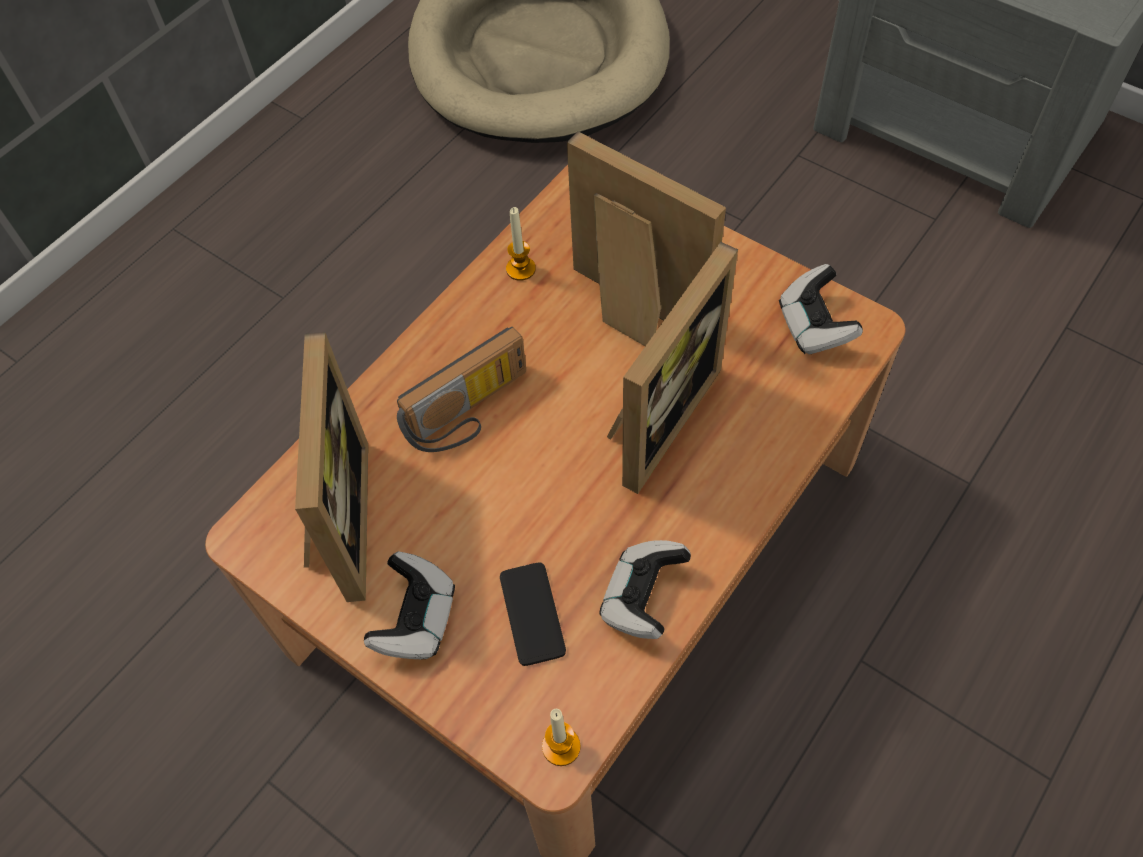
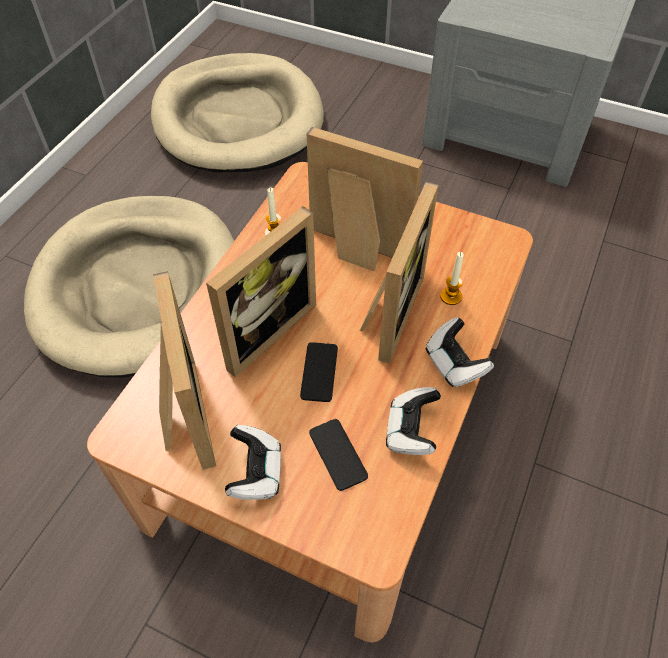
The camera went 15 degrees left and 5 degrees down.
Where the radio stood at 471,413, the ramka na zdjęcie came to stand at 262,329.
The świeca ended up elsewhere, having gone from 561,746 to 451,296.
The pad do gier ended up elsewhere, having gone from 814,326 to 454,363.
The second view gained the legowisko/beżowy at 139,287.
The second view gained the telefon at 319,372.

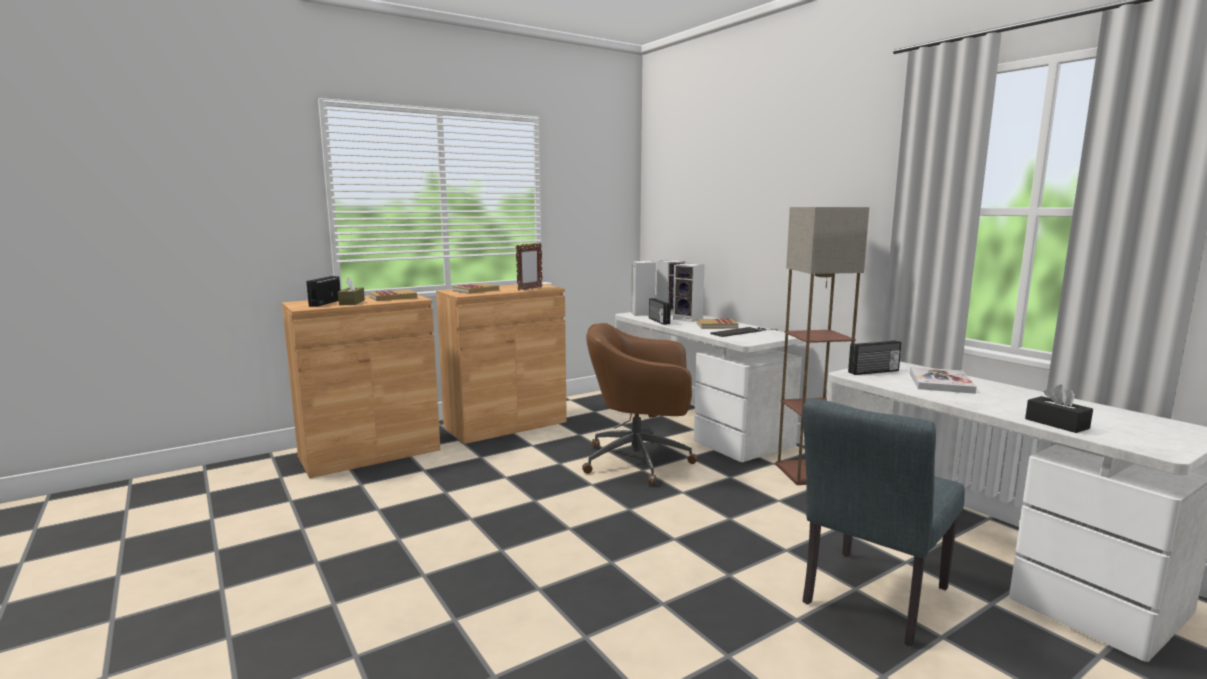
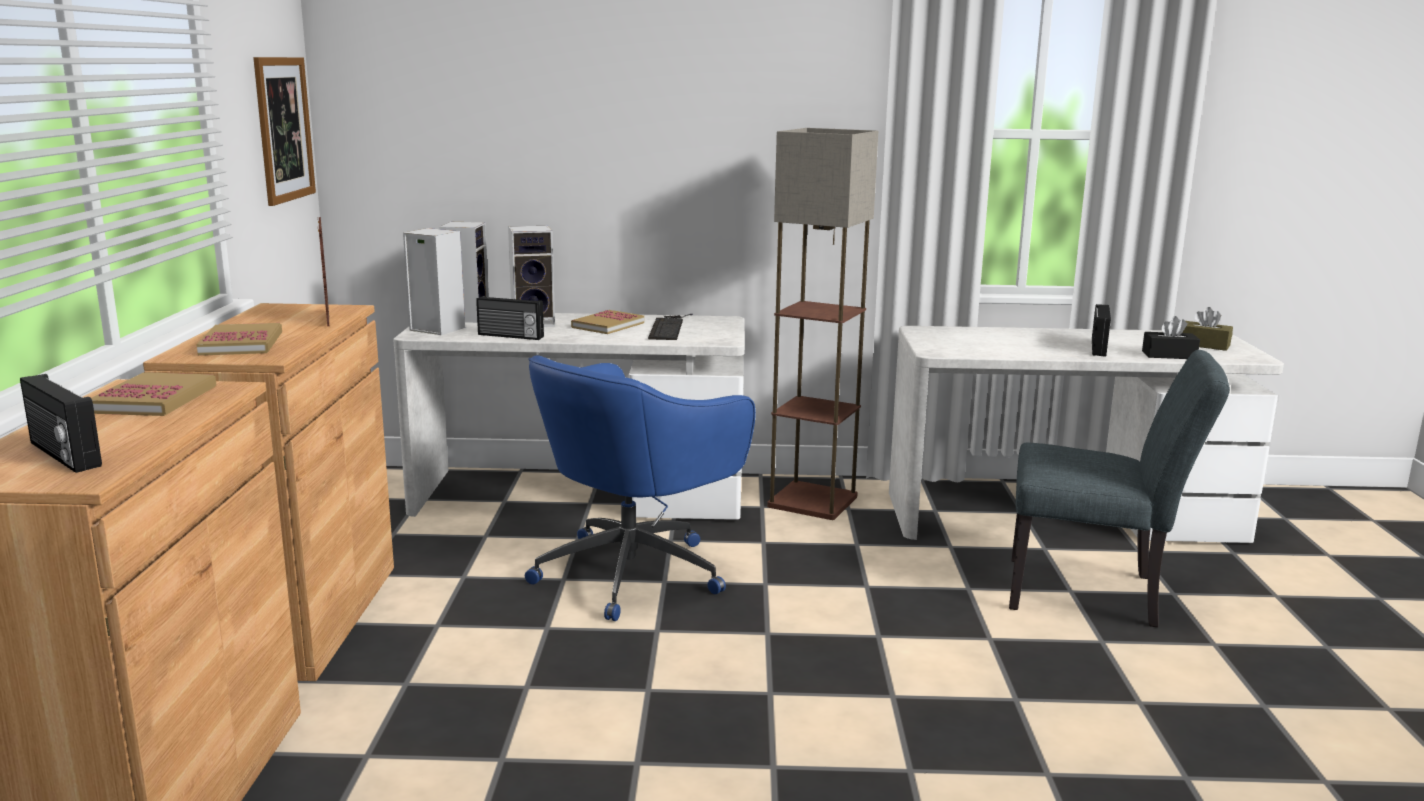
The camera went 55 degrees left and 5 degrees up.
The pudełko chusteczek/brązowy ended up elsewhere, having gone from 352,302 to 1203,345.
What was the krzesło biurowe/brązowy at 640,461 turned into the krzesło biurowe/niebieski at 634,572.
The krzesło/szary at 870,600 ended up facing another way, 60 degrees counterclockwise from before.
The radio ended up elsewhere, having gone from 874,372 to 1100,348.
The second view lost the książka at 940,382.
The second view gained the obraz at 284,129.

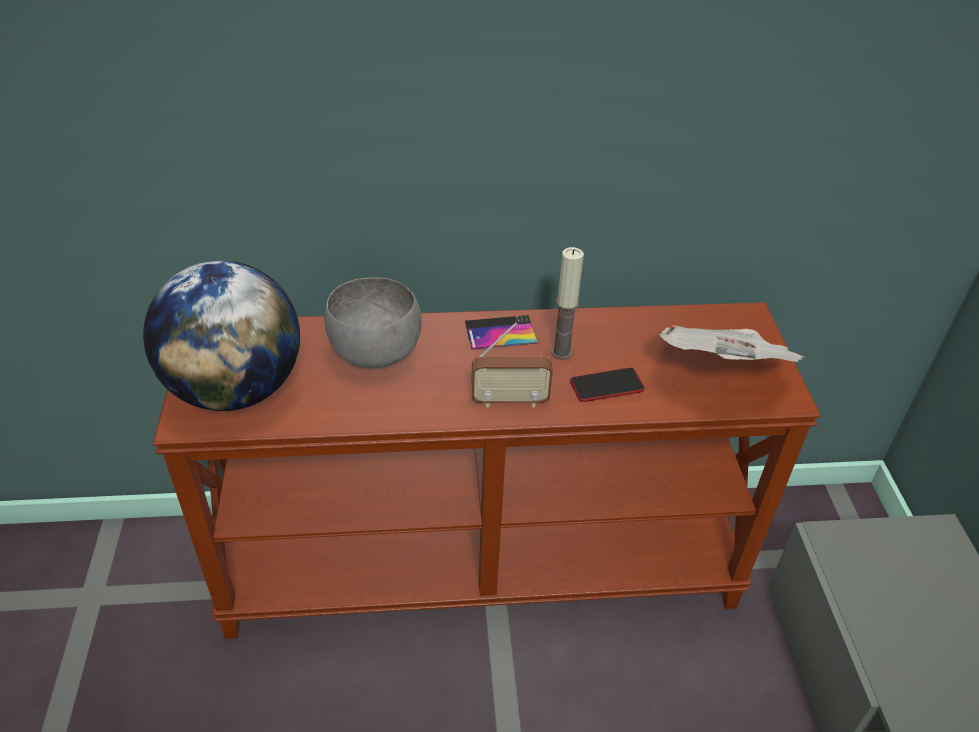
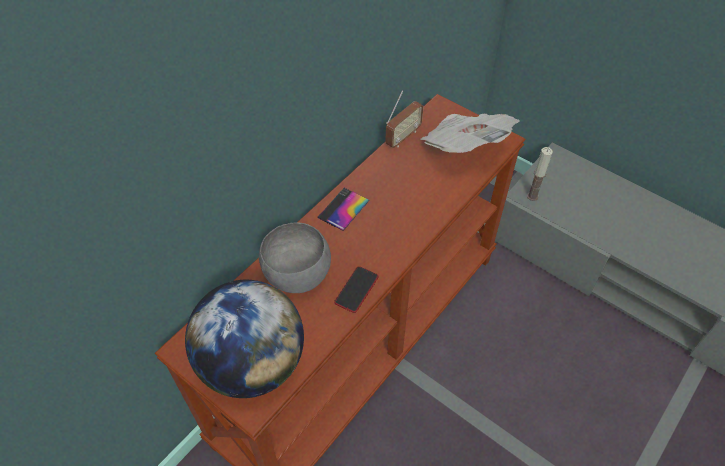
The camera went 45 degrees left and 10 degrees up.
The radio ended up elsewhere, having gone from 510,401 to 403,137.
The świeca ended up elsewhere, having gone from 561,352 to 532,196.
The telefon ended up elsewhere, having gone from 606,386 to 356,290.

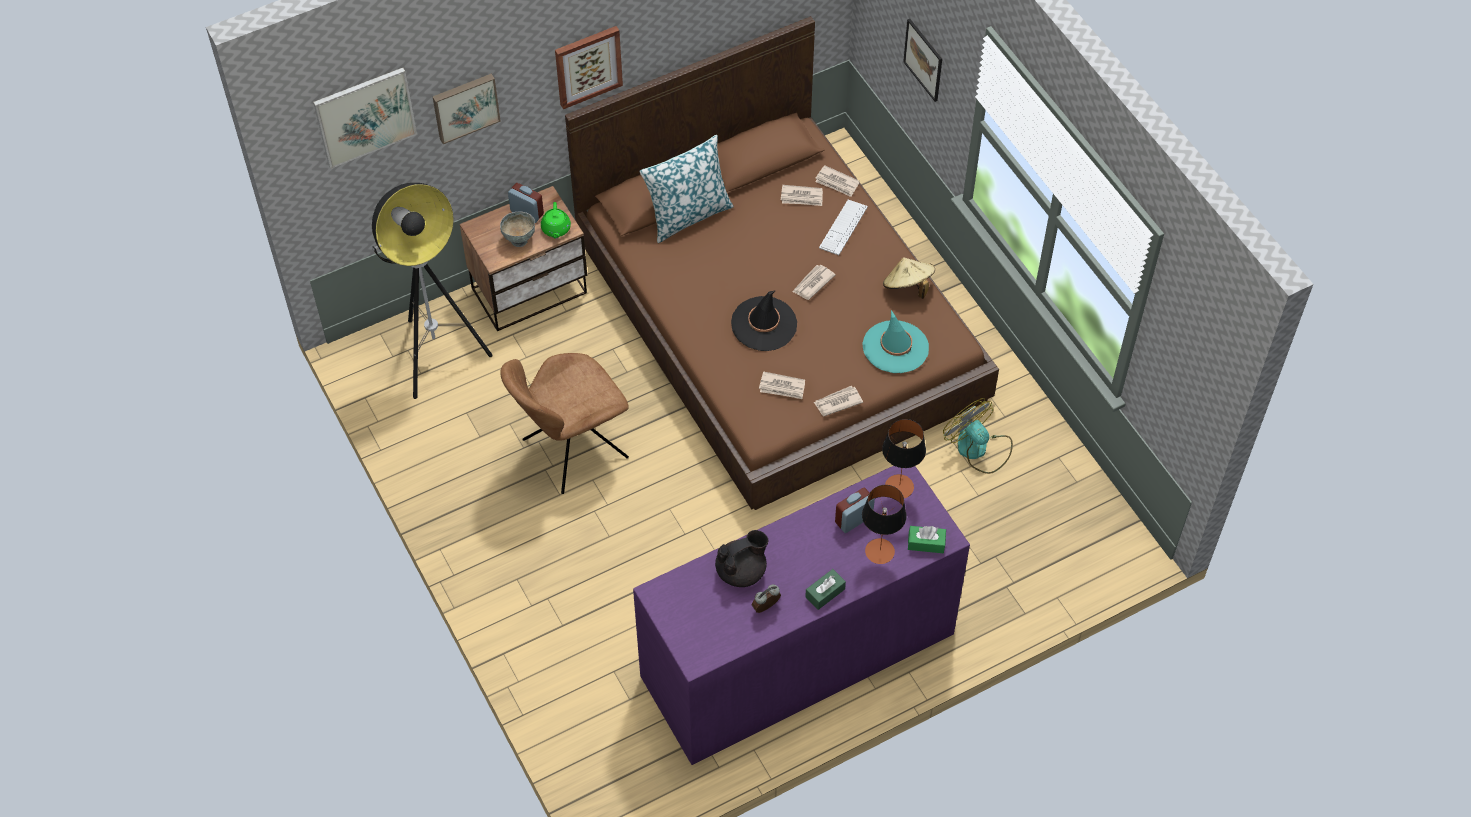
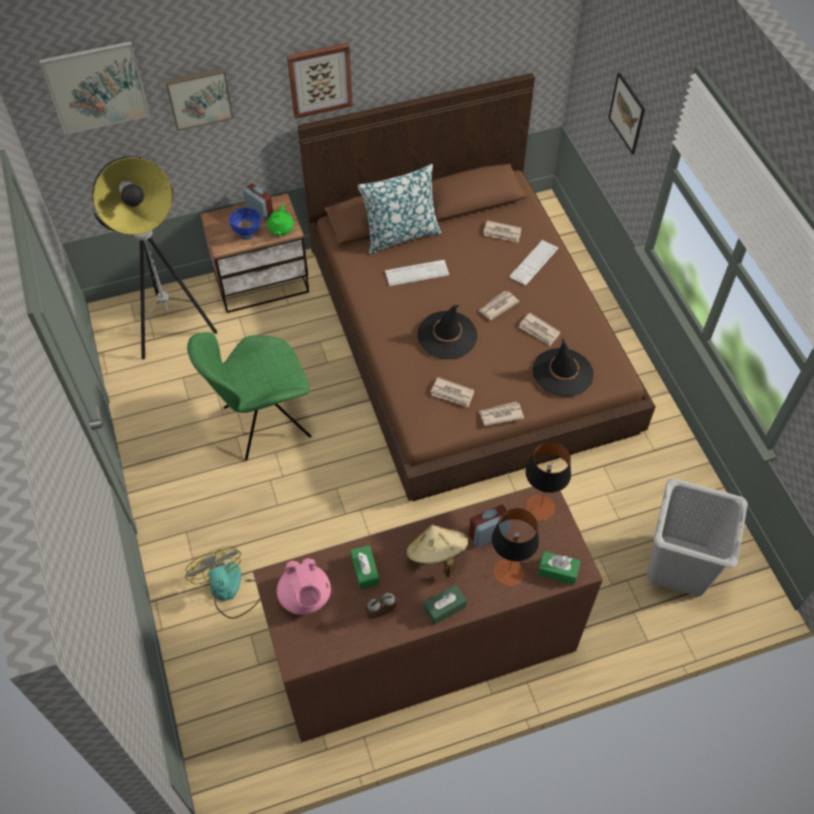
The camera went 10 degrees right and 0 degrees up.
What was the miska/szary at 519,239 turned into the miska/niebieski at 247,233.
What was the krzesło/brązowy at 571,450 turned into the krzesło/zielony at 263,423.
What was the komoda/fioletowy at 797,654 turned into the komoda/brązowy at 424,647.
Where the imbryk/czarny stood at 741,571, the pudełko chusteczek/zielony came to stand at 365,570.
The gazeta ended up elsewhere, having gone from 837,183 to 539,331.
What was the kapelusz/turkusowy at 895,347 turned into the kapelusz/czarny at 562,372.
The kapelusz/beżowy ended up elsewhere, having gone from 908,287 to 436,556.
The wentylator ended up elsewhere, having gone from 978,449 to 230,590.
The second view gained the imbryk/różowy at 305,597.
The second view gained the klawiatura at 417,273.
The second view gained the kosz na pranie/szary at 679,565.

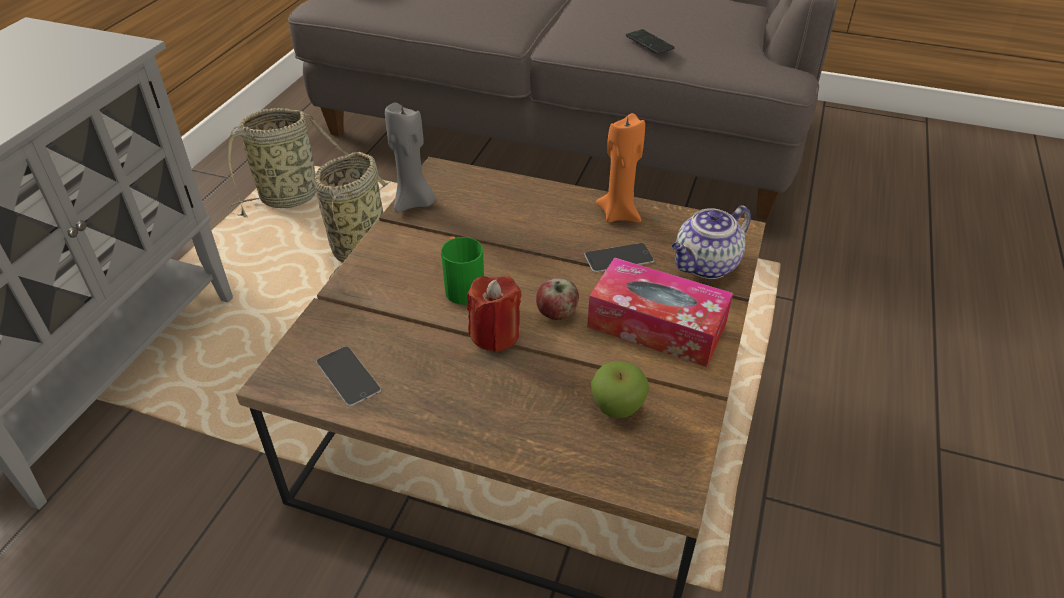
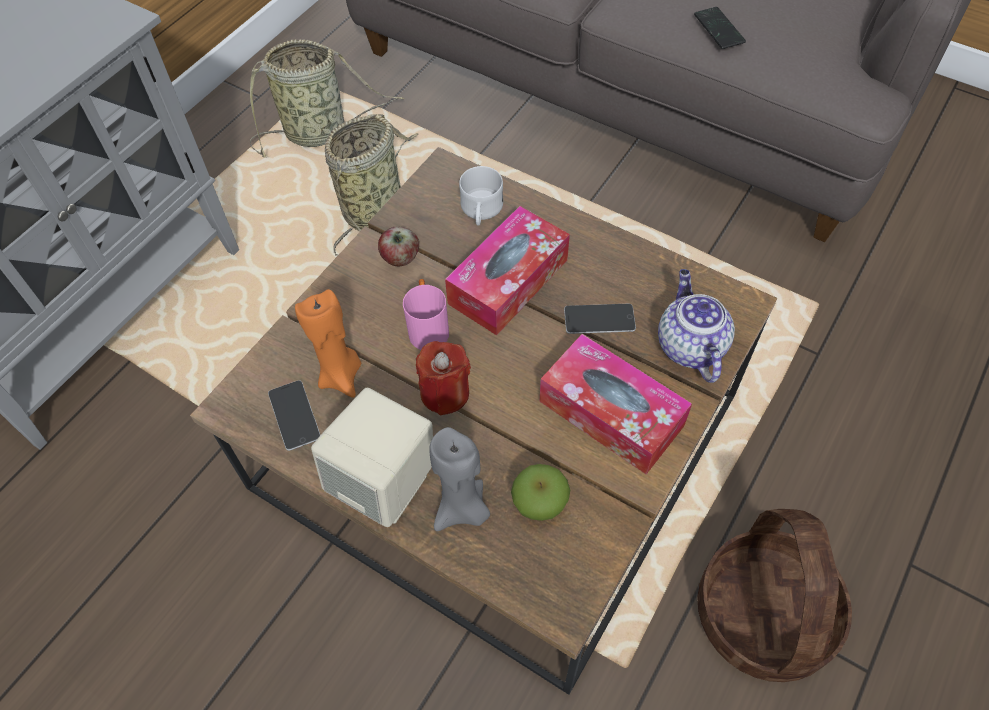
The camera went 15 degrees right and 15 degrees up.
The świeca/szary ended up elsewhere, having gone from 414,203 to 463,510.
What was the kubek/zielony at 462,287 turned into the kubek/różowy at 427,328.
The jabłko ended up elsewhere, having gone from 557,313 to 400,258.
The świeca/pomarańczowy ended up elsewhere, having gone from 619,214 to 341,376.
The imbryk at 705,266 ended up facing another way, 105 degrees clockwise from before.
The second view gained the głośnik/beżowy at 385,482.
The second view gained the pudełko chusteczek at 508,281.
The second view gained the kubek/biały at 481,212.
The second view gained the koszyk at 764,616.

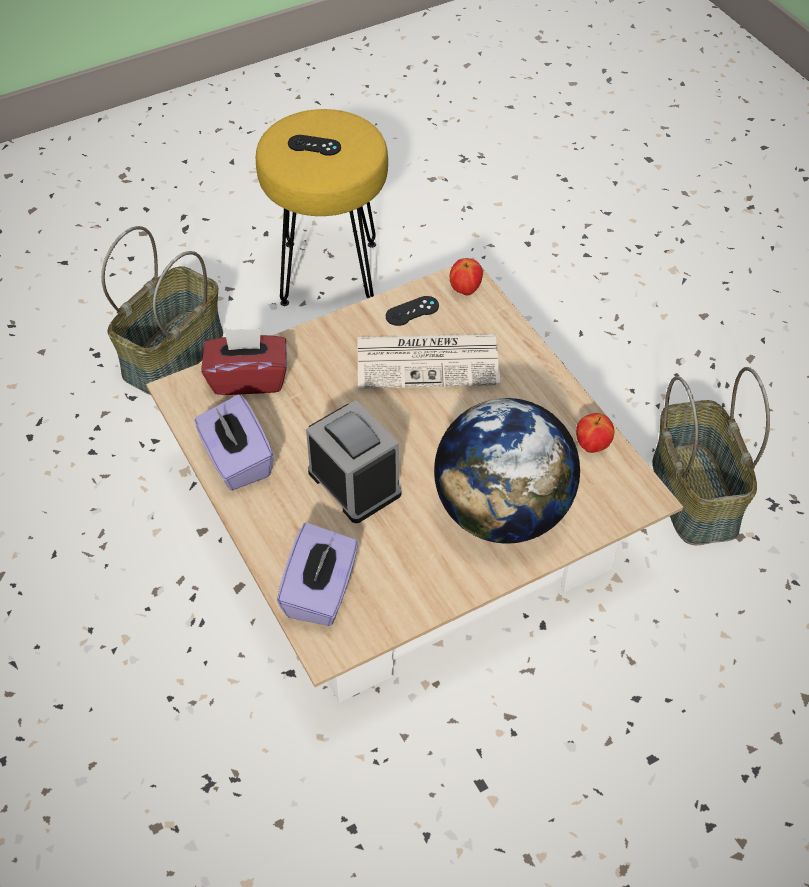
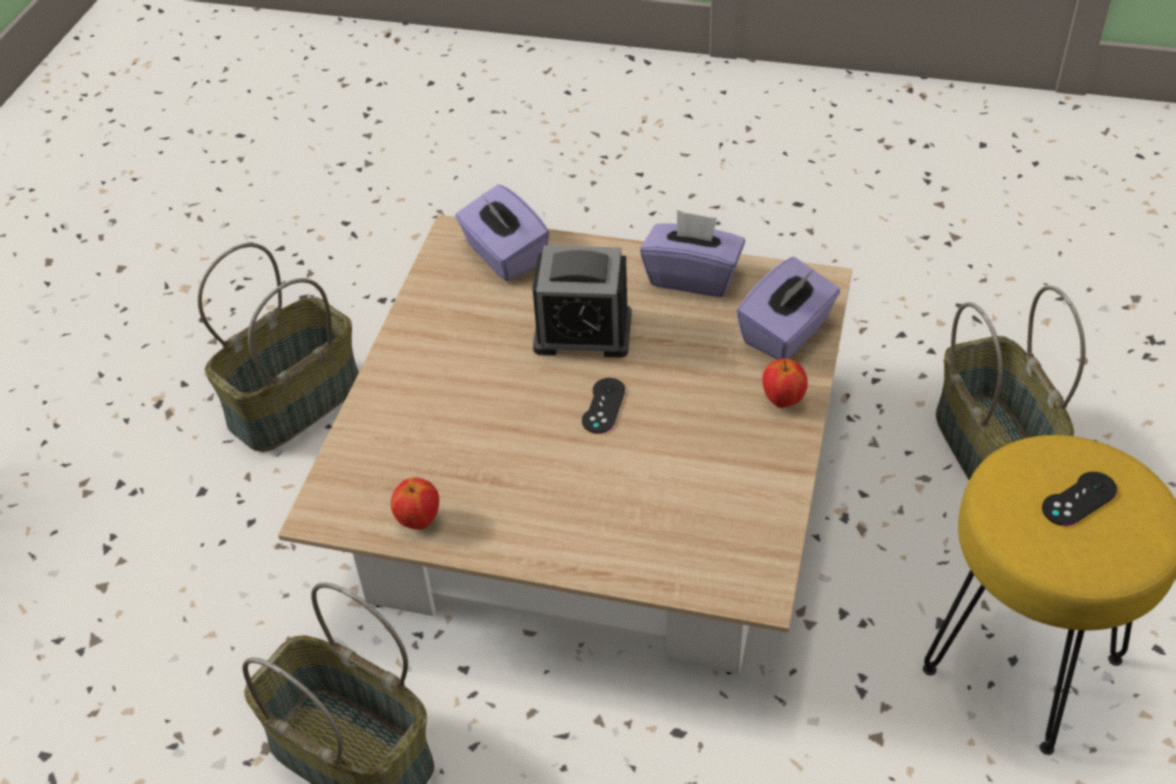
The camera went 135 degrees right and 5 degrees down.
What was the pudełko chusteczek/czerwony at 248,379 turned into the pudełko chusteczek/fioletowy at 786,332.
The second view lost the gazeta at 429,361.
The pad do gier/czarny ended up elsewhere, having gone from 412,311 to 603,406.
The second view lost the globus at 503,512.
The jabłko ended up elsewhere, having gone from 465,290 to 783,400.
The second view gained the koszyk at 294,401.

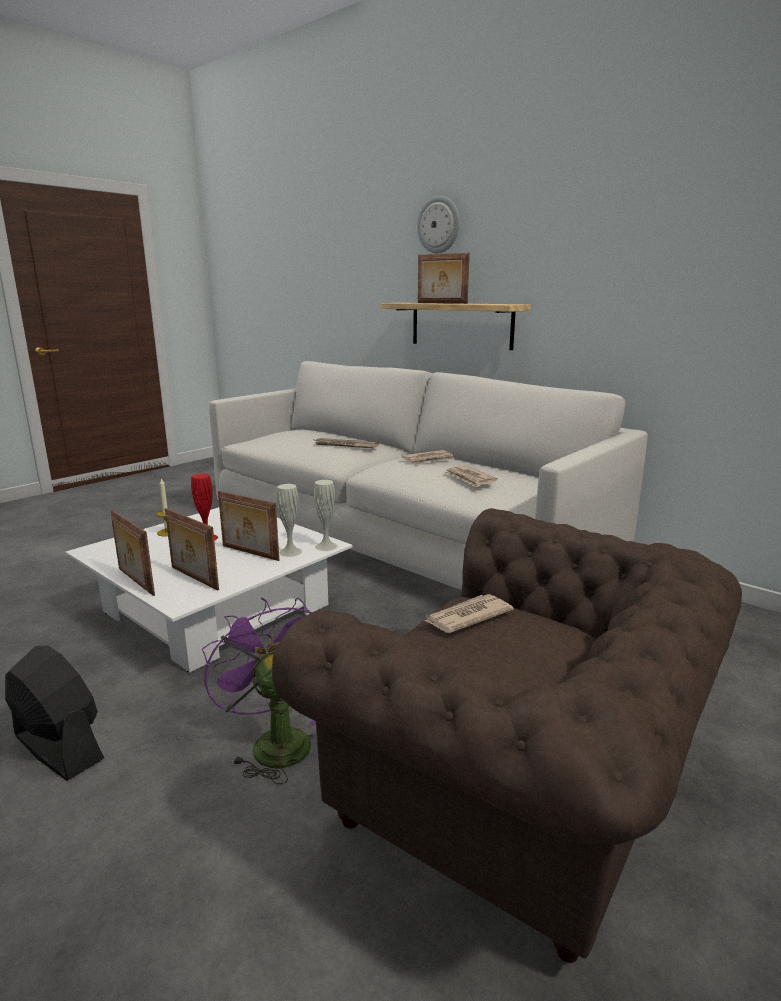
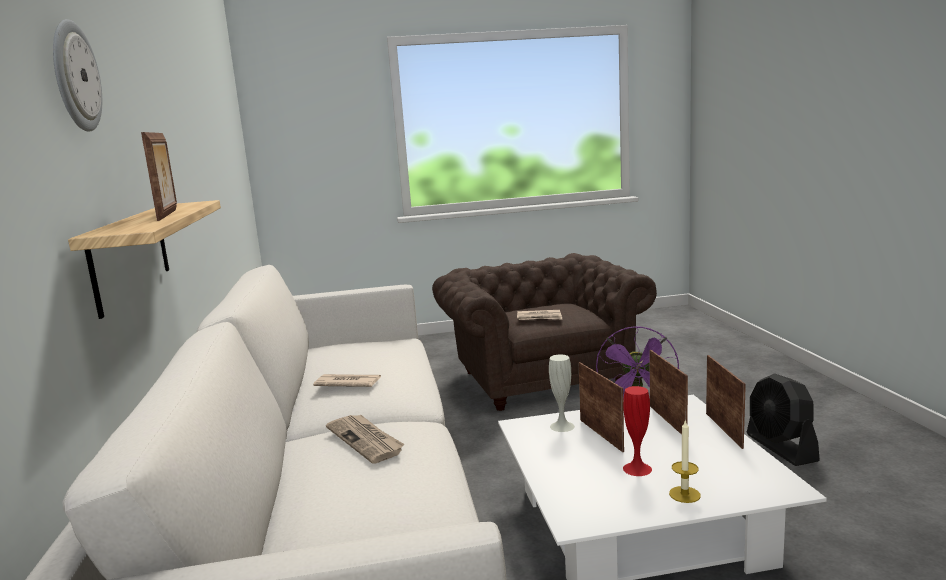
The camera went 140 degrees left and 5 degrees down.
The second view lost the wazon/biały at 326,546.
The second view lost the gazeta at 470,478.

